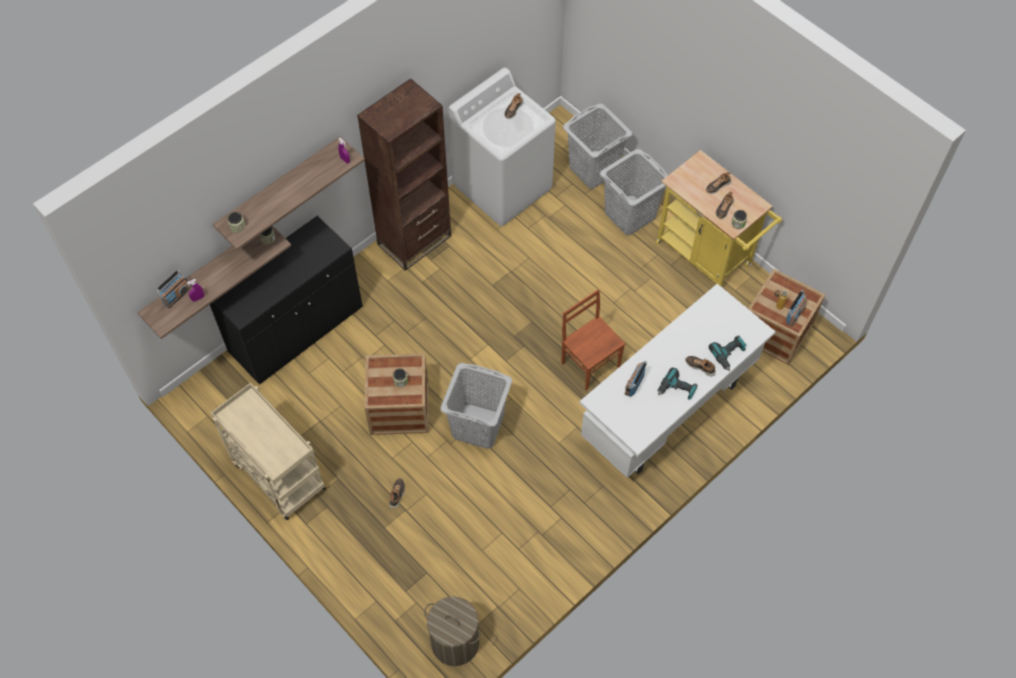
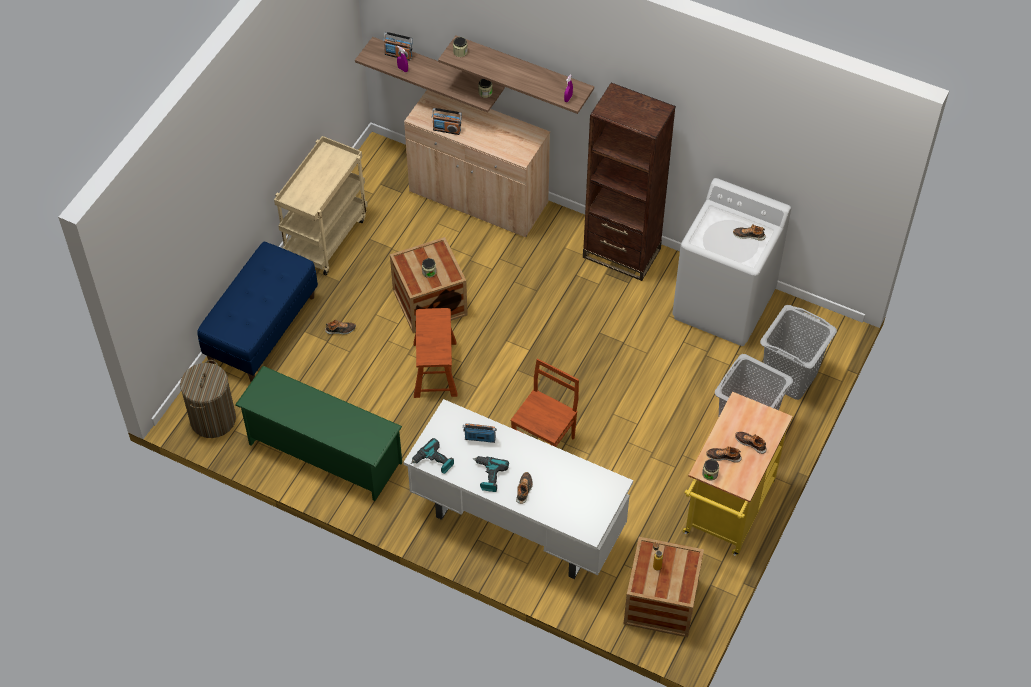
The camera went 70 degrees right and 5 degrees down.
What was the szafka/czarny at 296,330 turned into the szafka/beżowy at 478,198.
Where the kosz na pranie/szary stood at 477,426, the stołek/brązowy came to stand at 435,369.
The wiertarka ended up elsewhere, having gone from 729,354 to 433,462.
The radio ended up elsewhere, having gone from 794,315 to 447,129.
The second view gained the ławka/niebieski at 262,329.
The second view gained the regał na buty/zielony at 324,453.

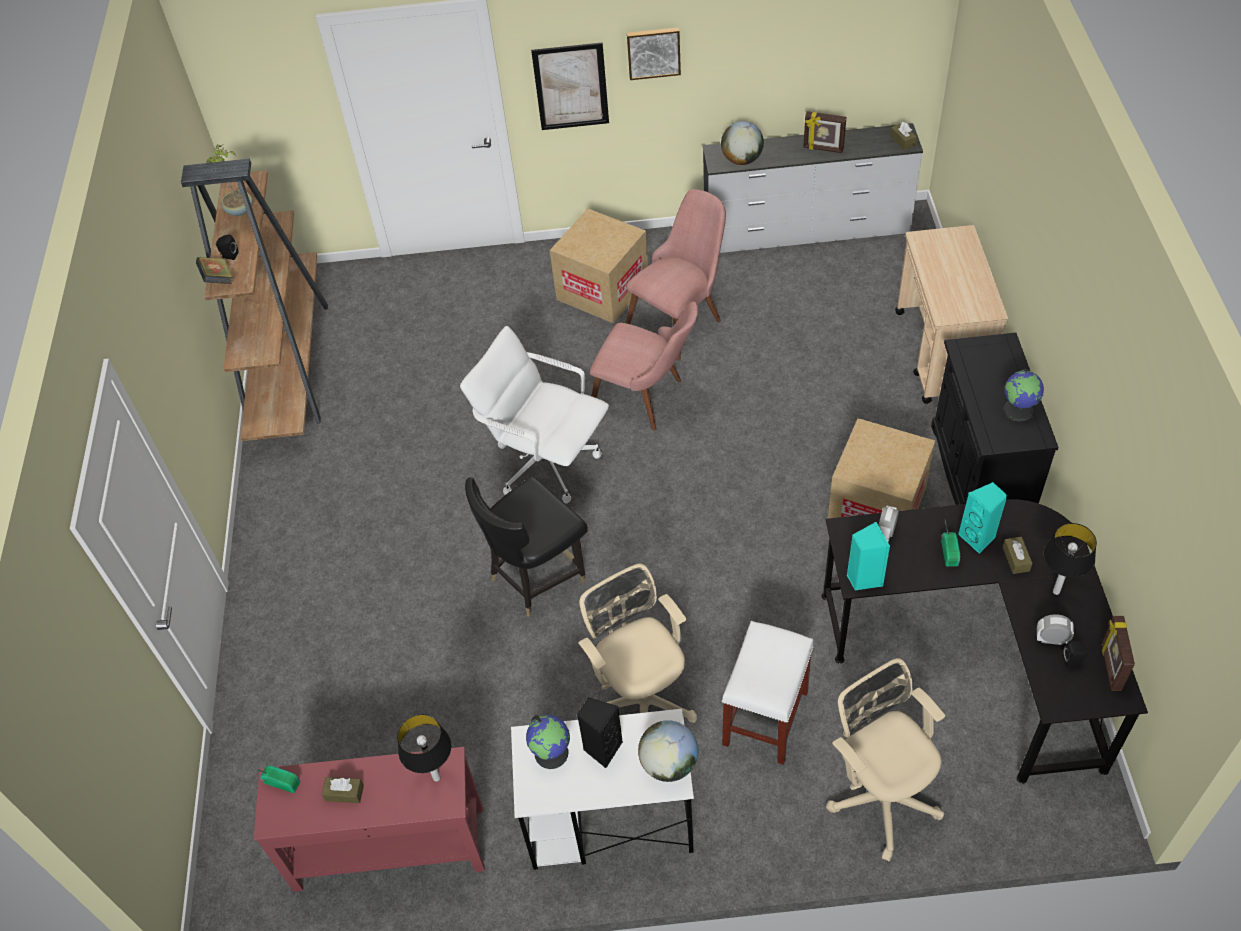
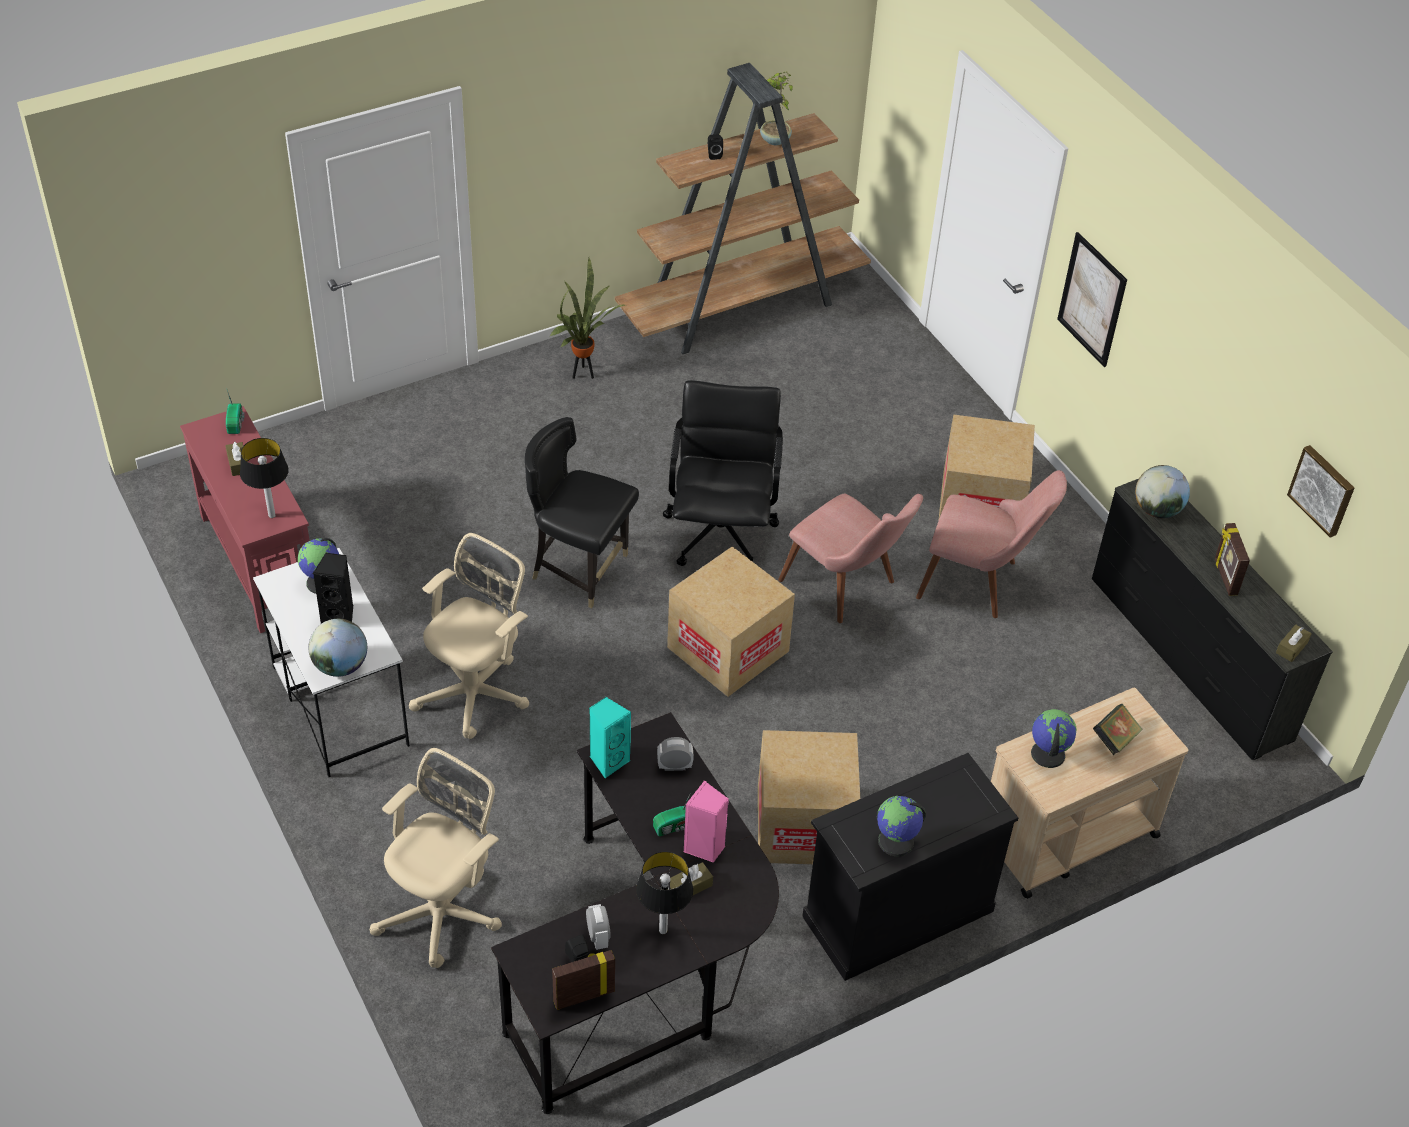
The camera went 60 degrees right and 5 degrees down.
The książka ended up elsewhere, having gone from 218,280 to 1115,739.
What was the krzesło biurowe/biały at 545,462 turned into the krzesło biurowe/czarny at 721,532.
The krzesło/różowy at 647,398 ended up facing another way, 45 degrees counterclockwise from before.
The obraz ended up elsewhere, having gone from 653,52 to 1323,490.
What was the komoda/biały at 806,231 turned into the komoda/czarny at 1189,658.
The second view lost the stołek/biały at 765,716.
What was the głośnik/turkusowy at 978,537 turned into the głośnik/różowy at 705,847.
The second view gained the roślina doniczkowa at 583,373.
The second view gained the karton at 728,649.
The second view gained the globus at 1047,754.

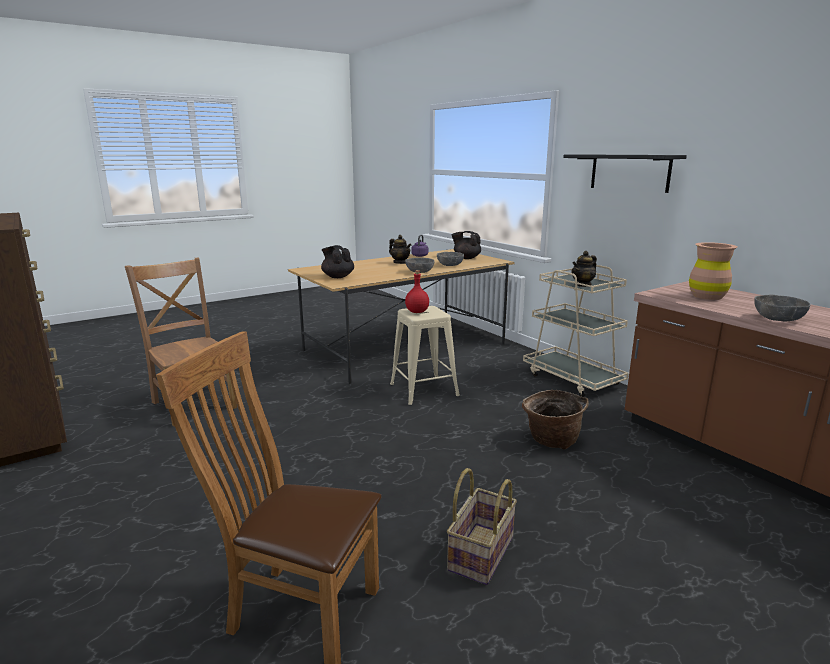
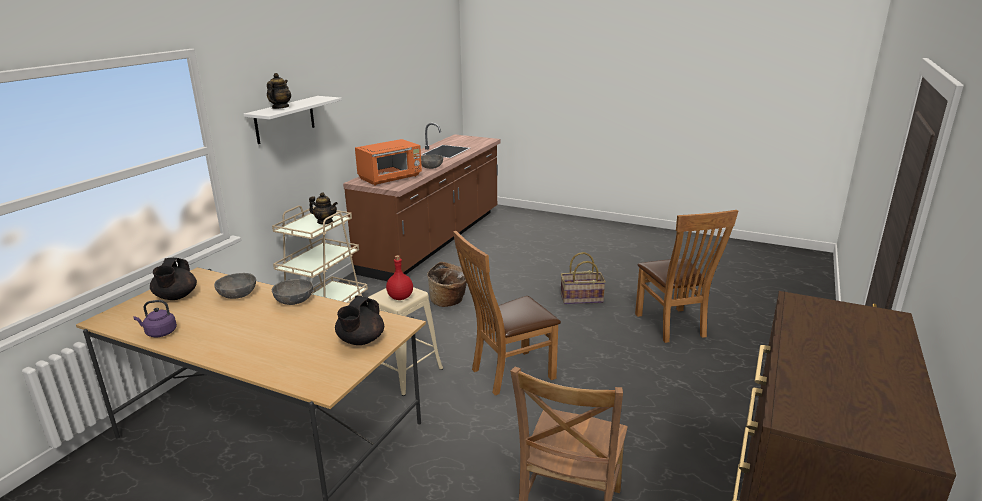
The camera went 120 degrees left and 5 degrees up.
The imbryk ended up elsewhere, having gone from 400,263 to 280,107.
What was the półka/czarny at 629,172 turned into the półka/biały at 285,119.
Where the wazon/brązowy stood at 707,296, the mikrofalówka/pomarańczowy came to stand at 391,178.
The second view gained the krzesło/brązowy at 508,374.

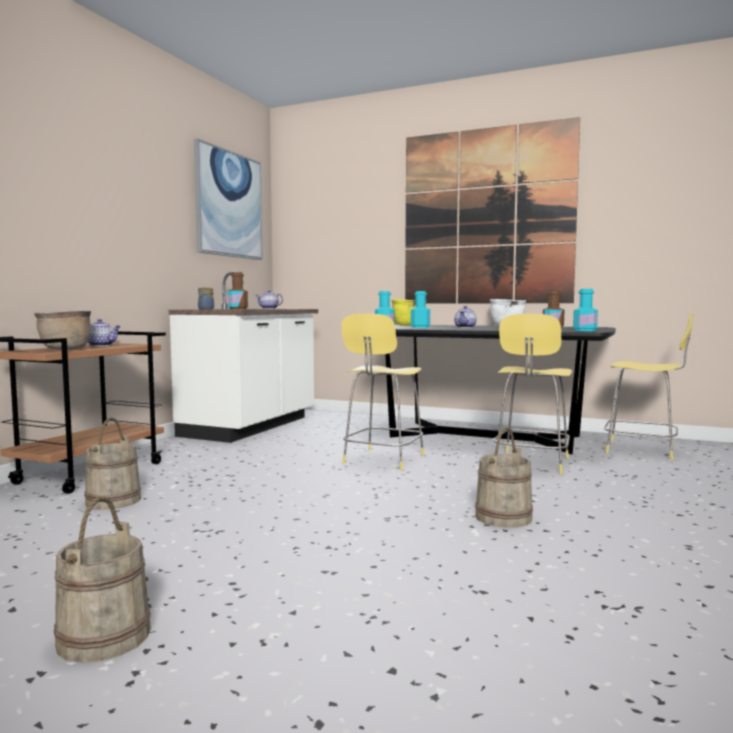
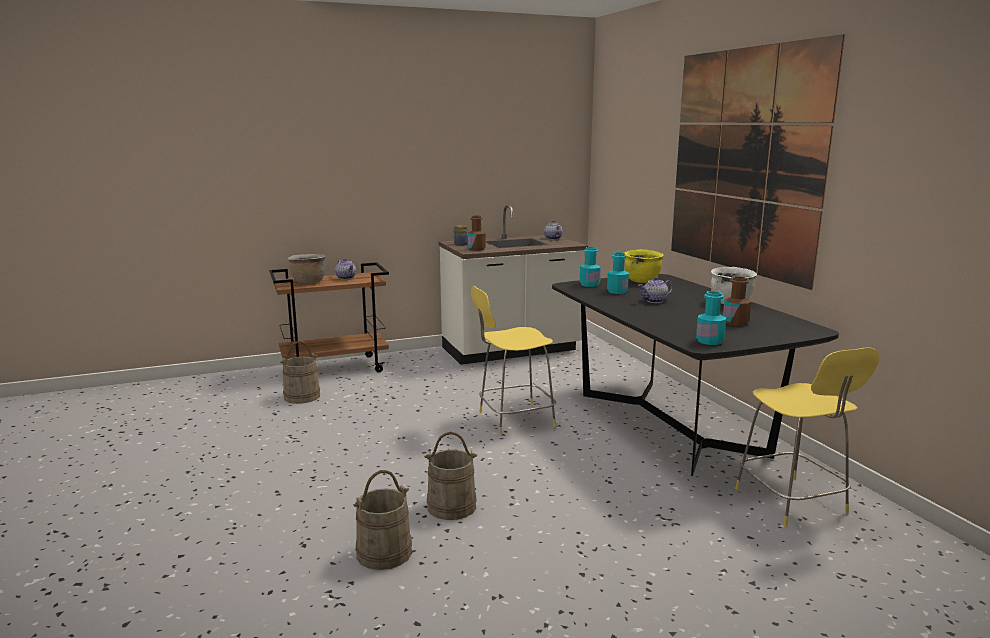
The camera went 45 degrees right and 10 degrees up.
The wiadro/beżowy ended up elsewhere, having gone from 103,636 to 384,552.
The second view lost the obraz at 229,204.
The second view lost the stołek/żółty at 531,463.

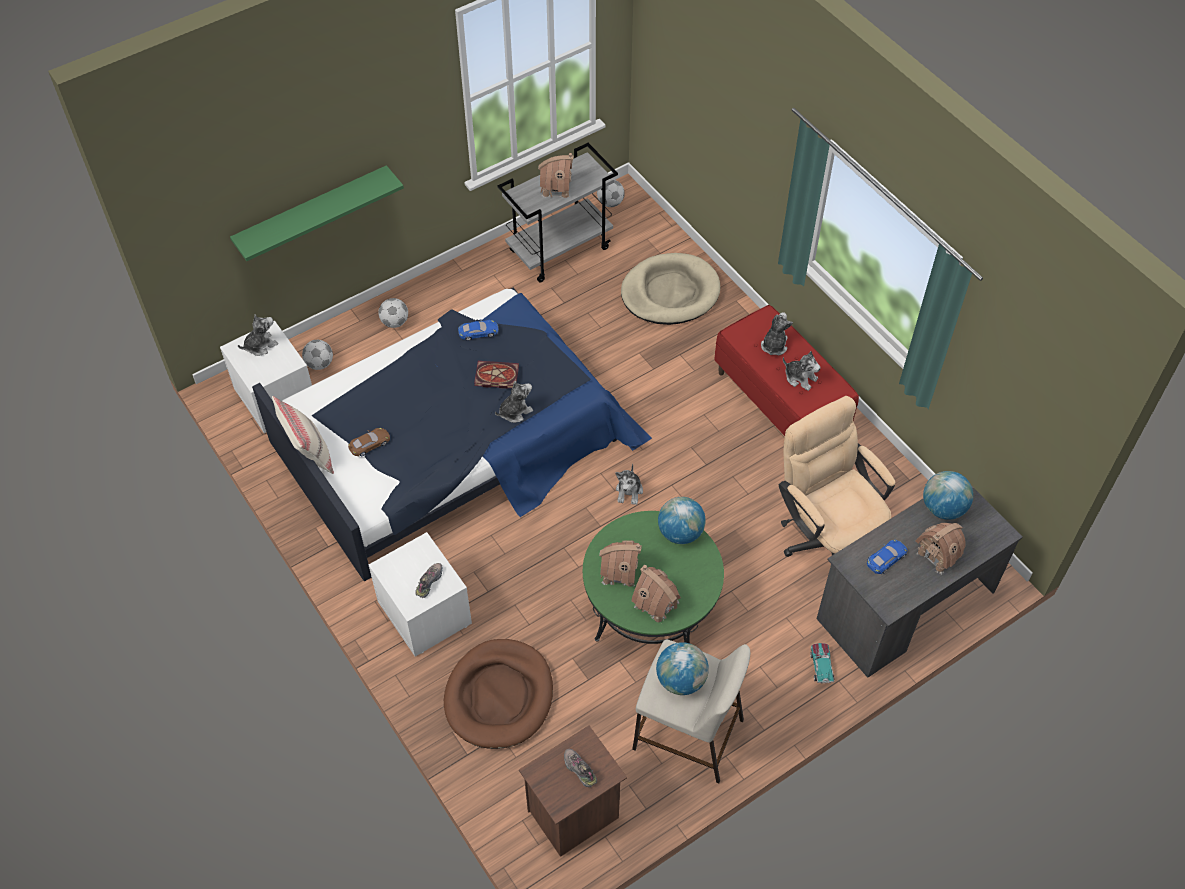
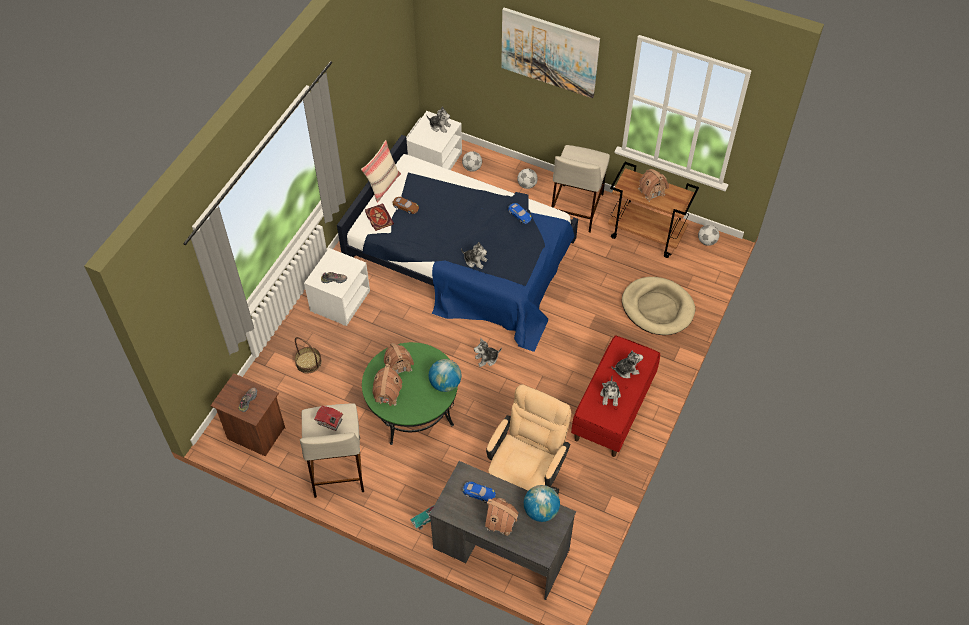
The camera went 60 degrees right and 0 degrees up.
The second view lost the półka/zielony at 312,212.
Where the legowisko/brązowy stood at 499,696, the koszyk came to stand at 308,362.
The książka ended up elsewhere, having gone from 495,376 to 378,217.
What was the wózek/szary at 560,249 turned into the wózek/brązowy at 646,234.
Where the globus stood at 681,680, the domek came to stand at 330,422.
The second view gained the obraz at 549,52.
The second view gained the stołek/beżowy at 576,207.

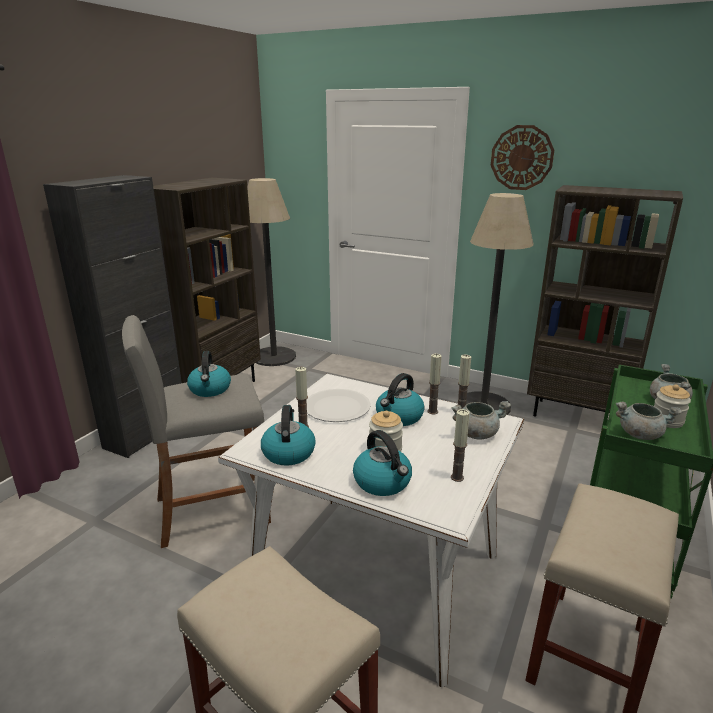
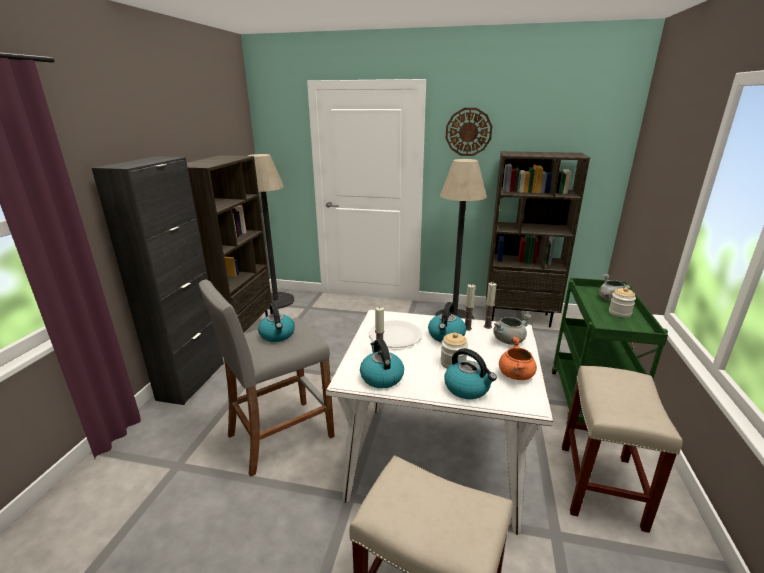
The camera went 15 degrees left and 0 degrees up.
Where the świeca stood at 457,477, the garnek/pomarańczowy came to stand at 516,375.
The second view lost the garnek/szary at 640,434.

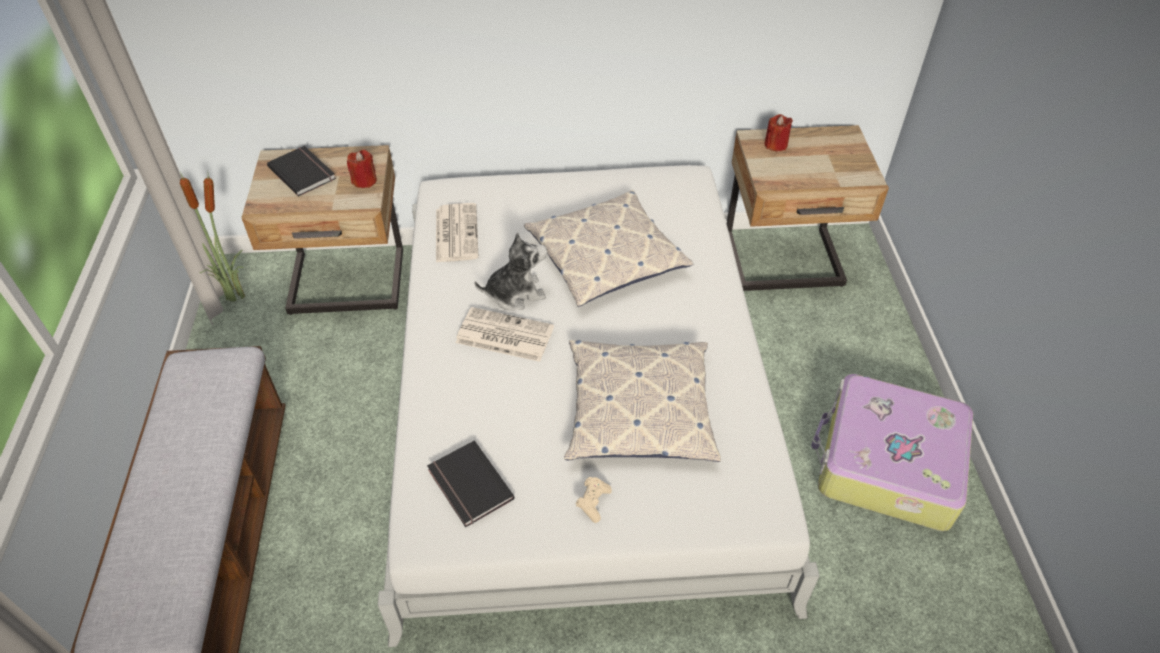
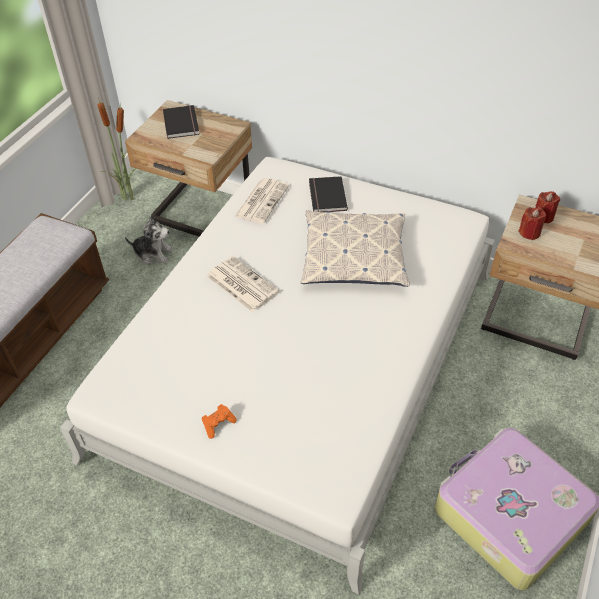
The camera went 30 degrees right and 0 degrees up.
The świeca/czerwony ended up elsewhere, having gone from 364,181 to 529,232.
The książka/czarny ended up elsewhere, having gone from 468,486 to 326,196.
The pluszak ended up elsewhere, having gone from 515,293 to 153,254.
The second view lost the poduszka at 639,409.
What was the pad do gier/beżowy at 593,502 turned into the pad do gier/pomarańczowy at 218,424.

